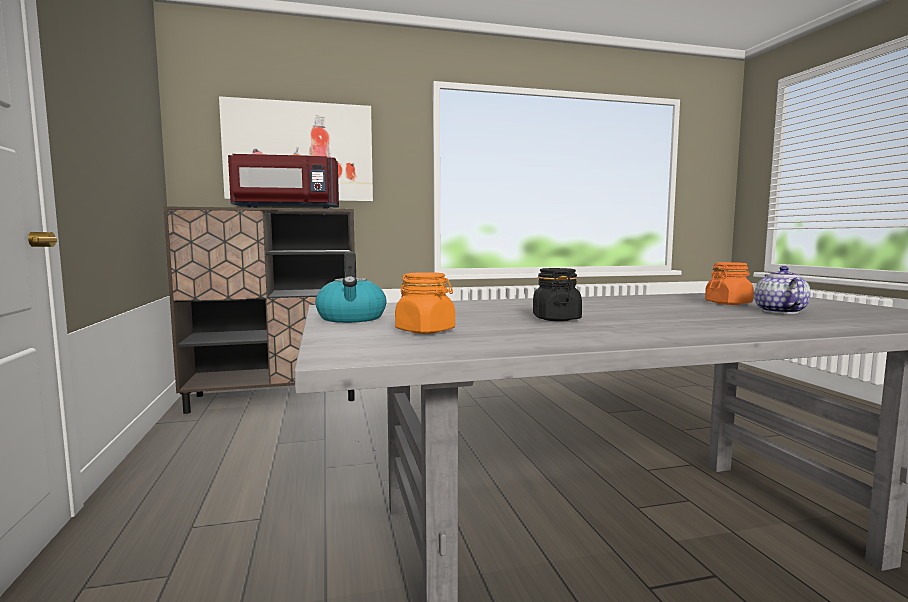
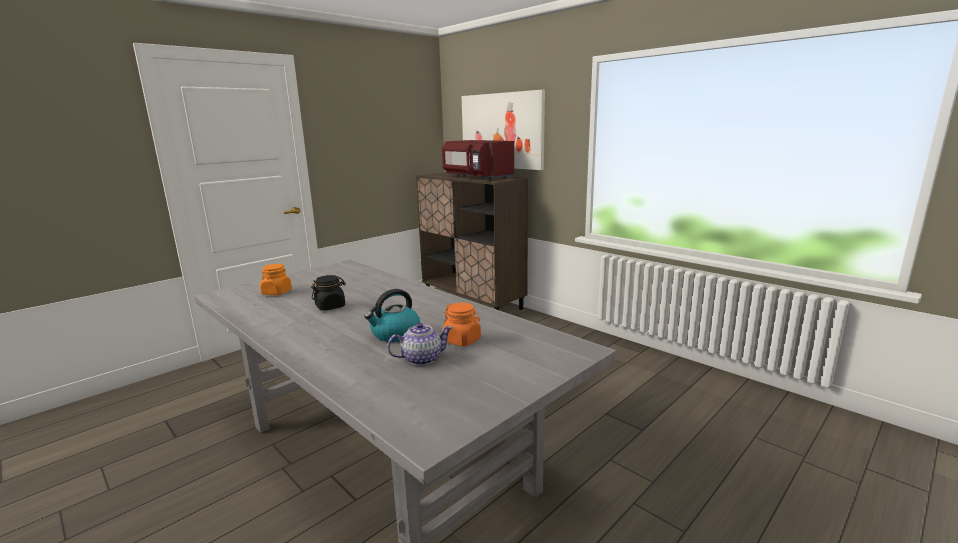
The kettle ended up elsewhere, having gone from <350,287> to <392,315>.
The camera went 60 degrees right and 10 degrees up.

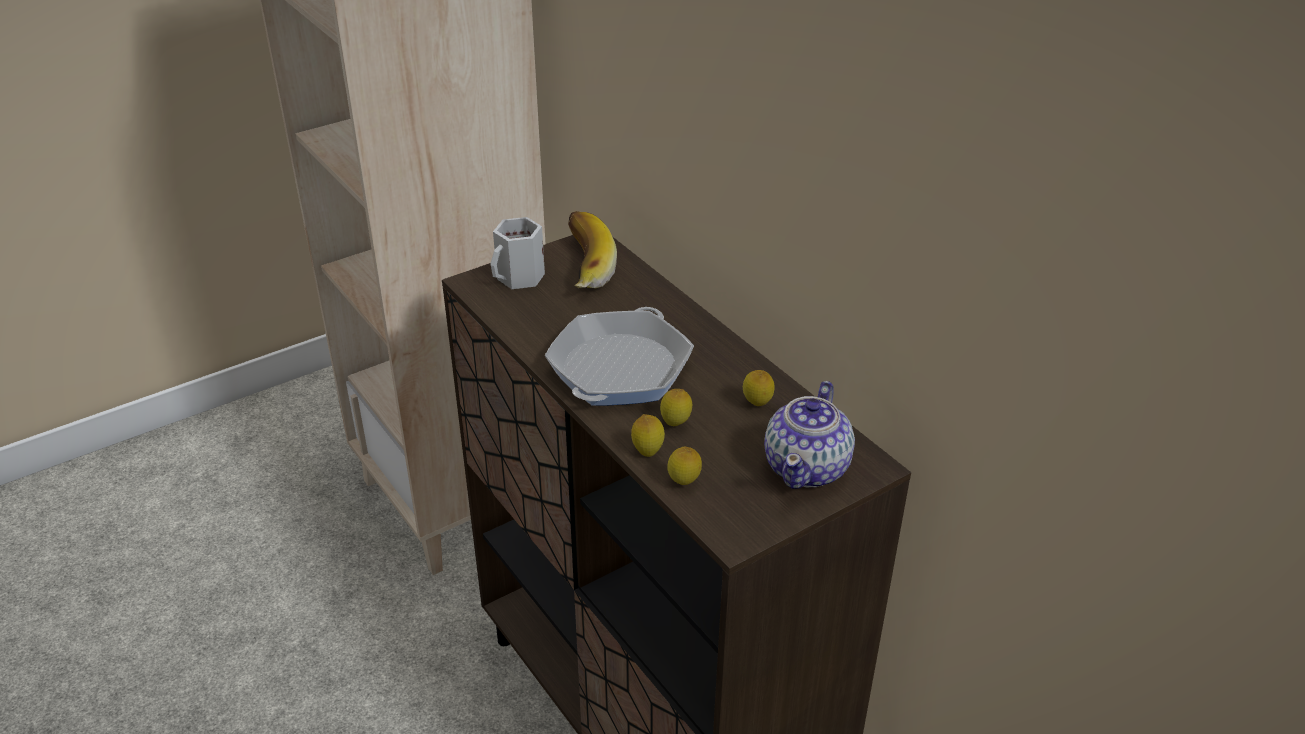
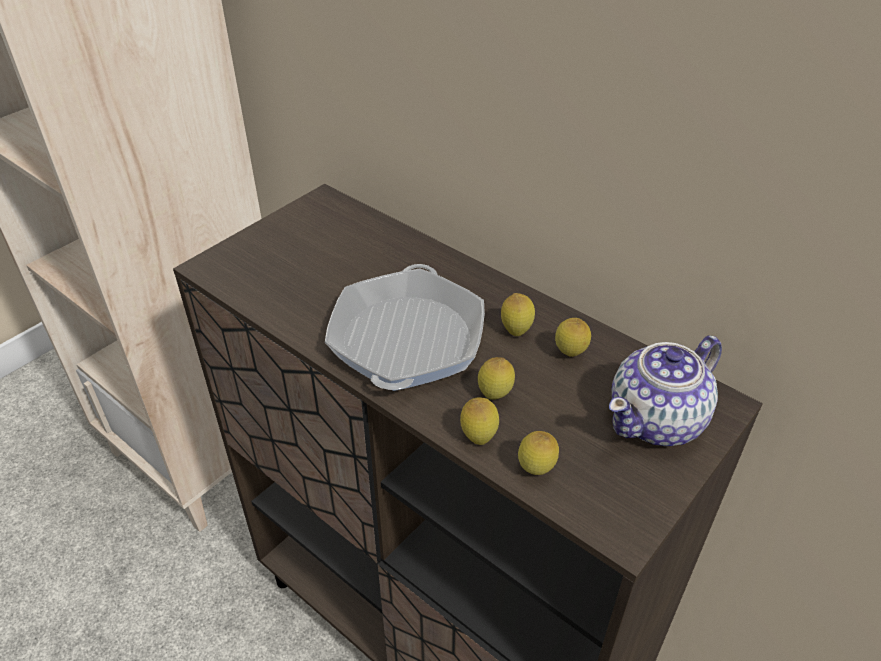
The second view lost the whitish coffee mug at <517,253>.
The second view lost the banana at <592,250>.
The second view gained the lemon at <518,314>.
The pot for tea at <809,435> ended up facing another way, 45 degrees clockwise from before.
The camera went 15 degrees left and 5 degrees up.

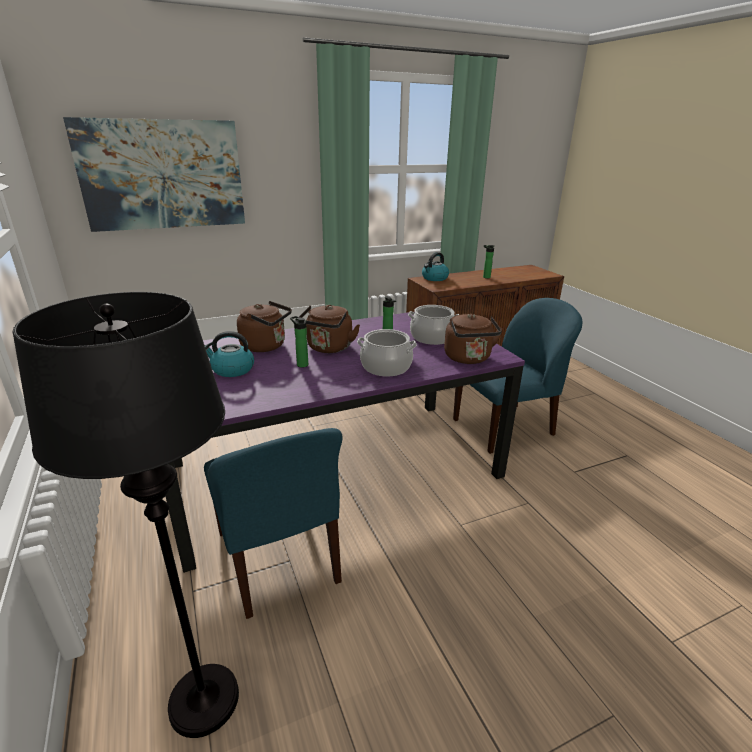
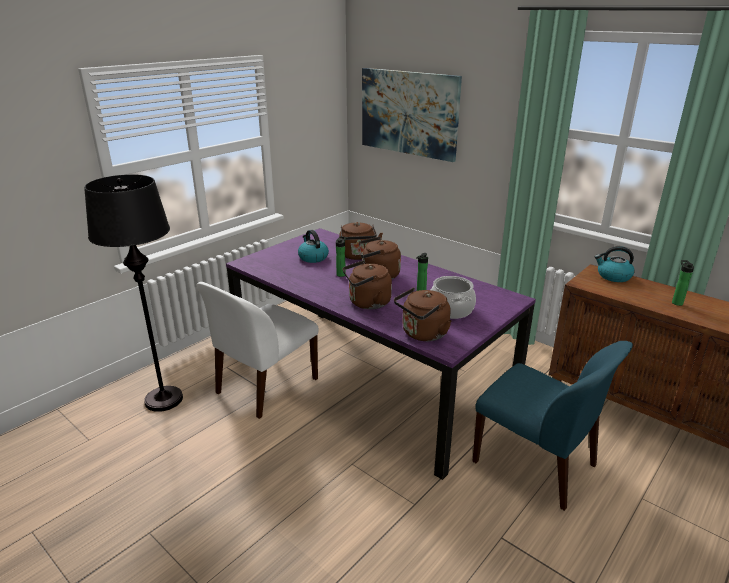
Where the stockpot stood at <387,352>, the brownish kettle came to stand at <367,284>.
What was the blue-coloured plain chair at <273,523> turned into the whitish plain chair at <258,350>.
The camera went 65 degrees right and 0 degrees up.

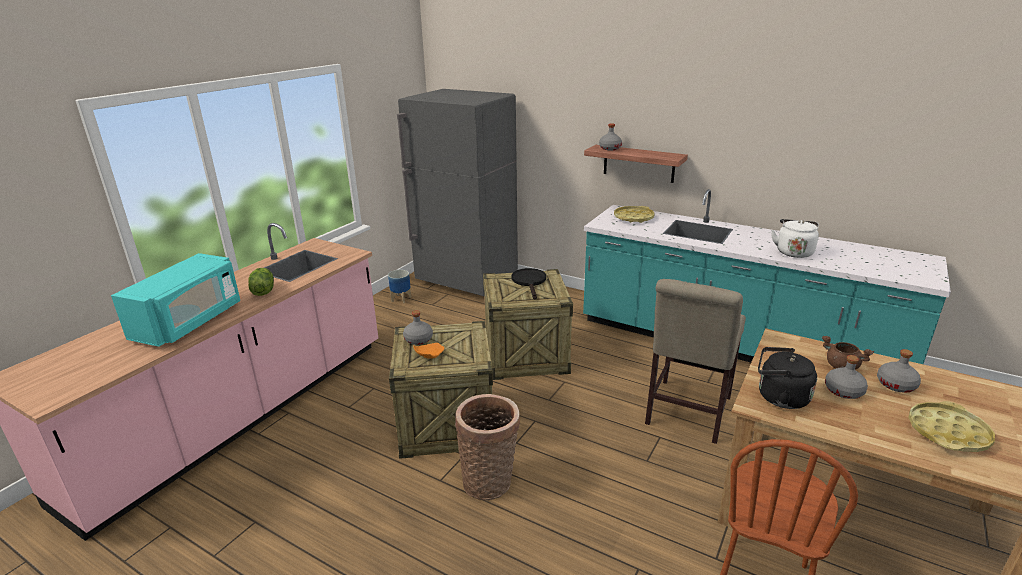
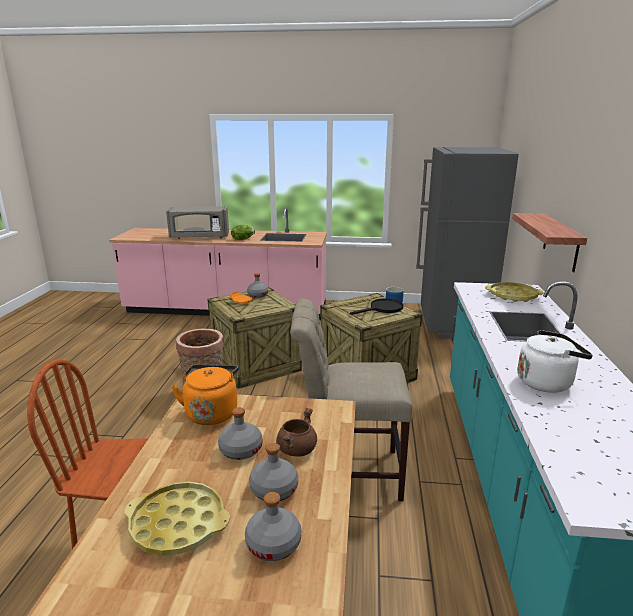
The gray beverage bottle ended up elsewhere, having gone from <610,136> to <273,526>.
What was the blue-green microwave at <175,300> turned into the gray microwave at <197,222>.
What was the blackish kettle at <787,378> turned into the orange-coloured kettle at <205,395>.
The camera went 65 degrees right and 5 degrees down.

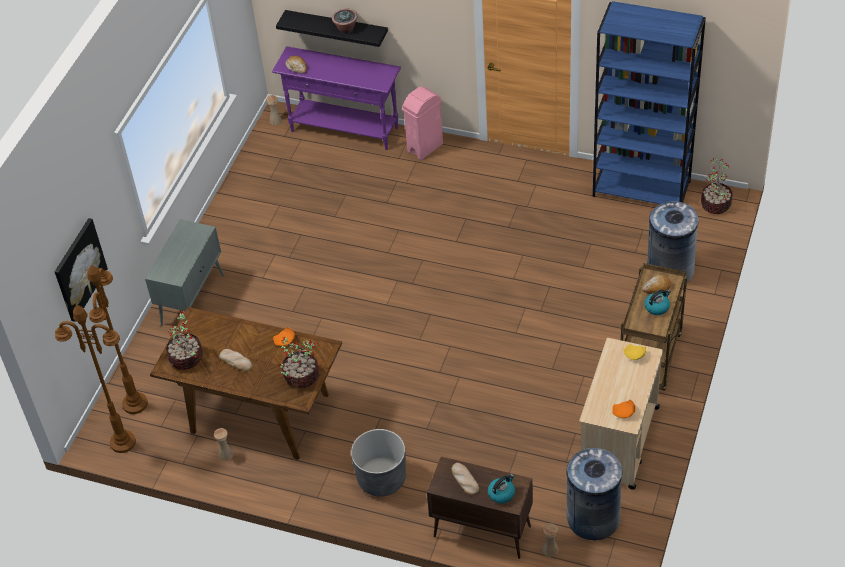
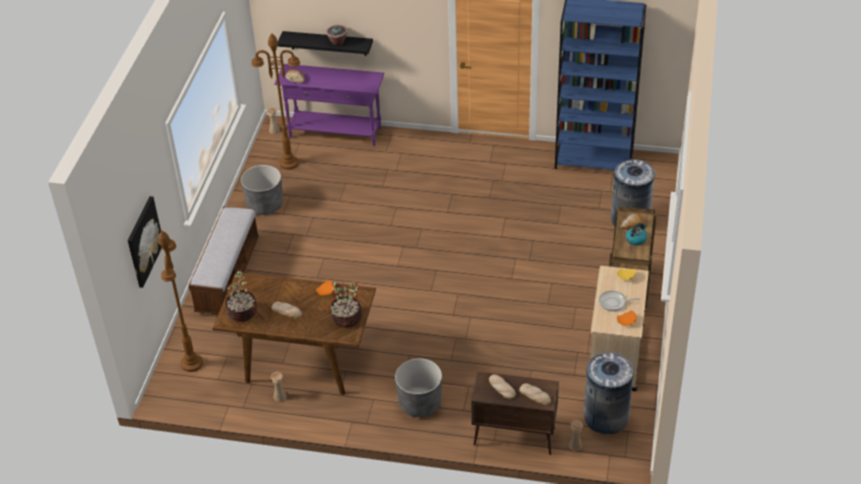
The second view lost the pink-coloured waste bin at <422,123>.
The second view lost the potted plant at <717,186>.
The second view gained the gray planter at <262,190>.
The second view gained the frying pan at <619,301>.
The brownish standard lamp ended up elsewhere, having gone from <95,379> to <275,101>.
Where the gray storage cabinet stood at <184,272>, the long seat came to stand at <223,260>.
Where the kettle stood at <501,488>, the baked bread came to stand at <535,394>.
The camera went 10 degrees left and 5 degrees down.

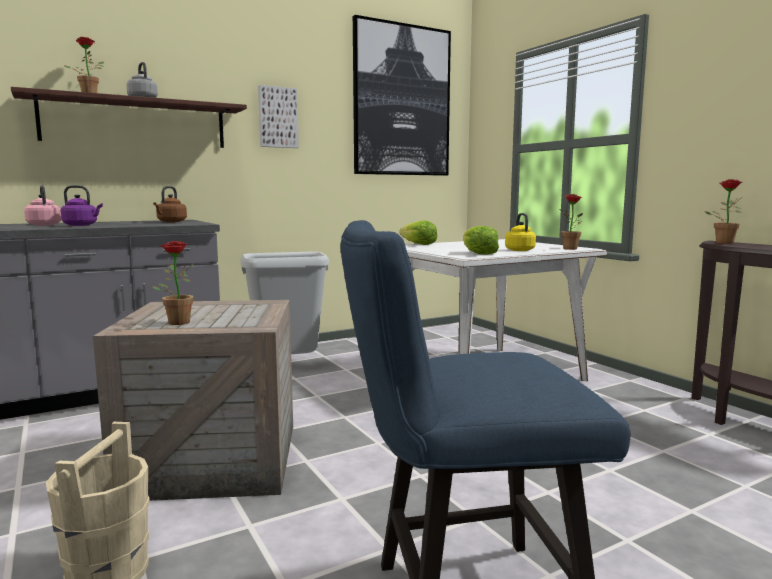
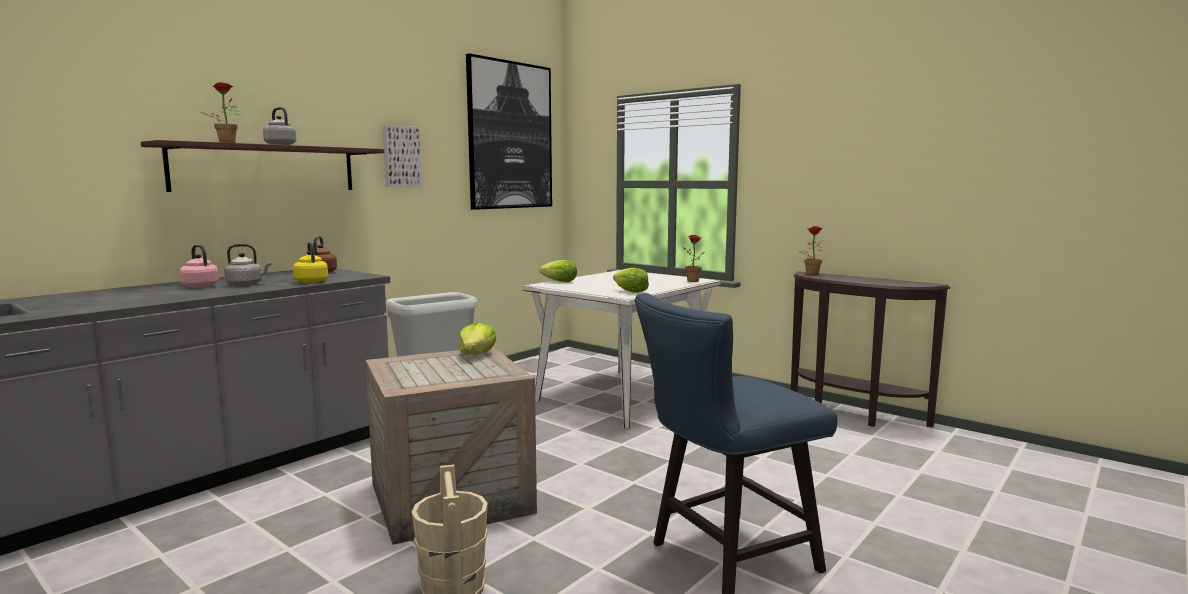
The second view lost the potted plant at <173,283>.
The second view gained the lettuce at <477,339>.
The yellow-coloured kettle ended up elsewhere, having gone from <520,232> to <310,262>.
What was the purple-coloured kettle at <82,205> turned into the gray kettle at <247,265>.
The camera went 20 degrees left and 0 degrees up.

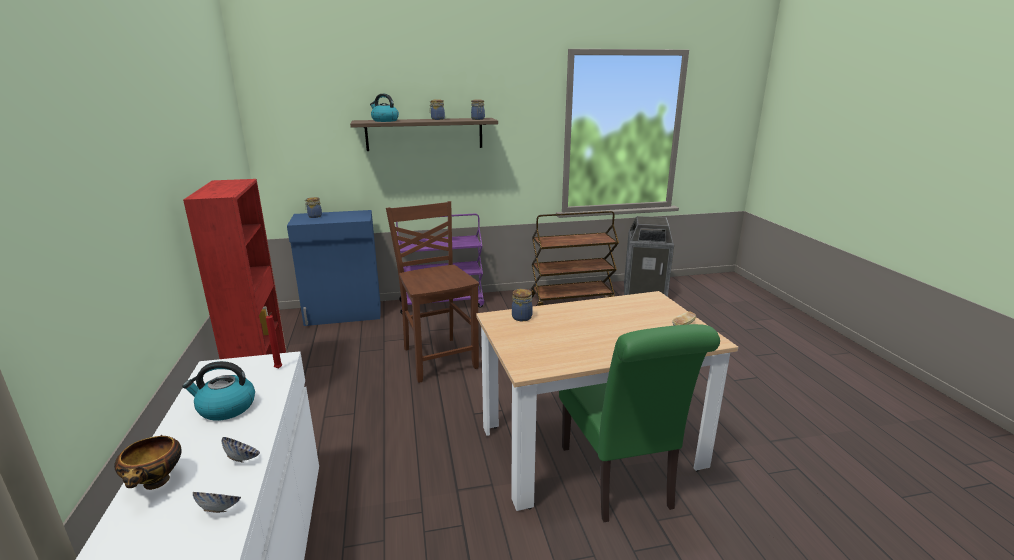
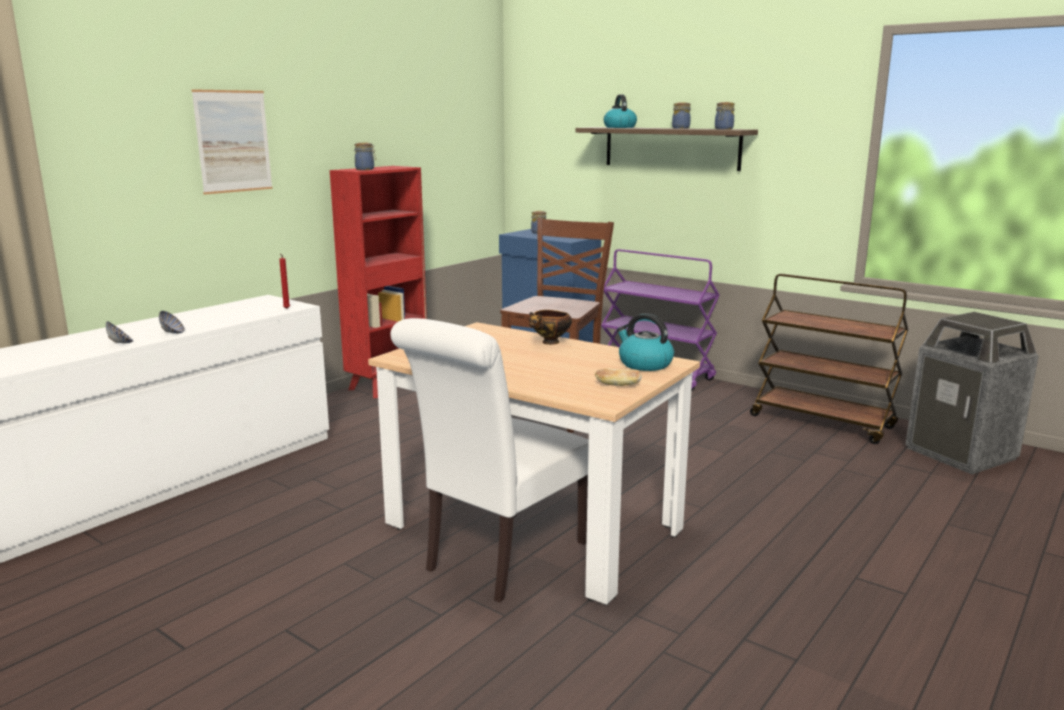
The second view gained the wall picture at <232,142>.
The serving bowl ended up elsewhere, having gone from <148,462> to <550,327>.
The kettle ended up elsewhere, having gone from <218,391> to <645,342>.
The storage jar ended up elsewhere, having gone from <522,305> to <365,156>.
What was the greenish plain chair at <639,423> turned into the whitish plain chair at <489,460>.
The camera went 50 degrees right and 5 degrees down.

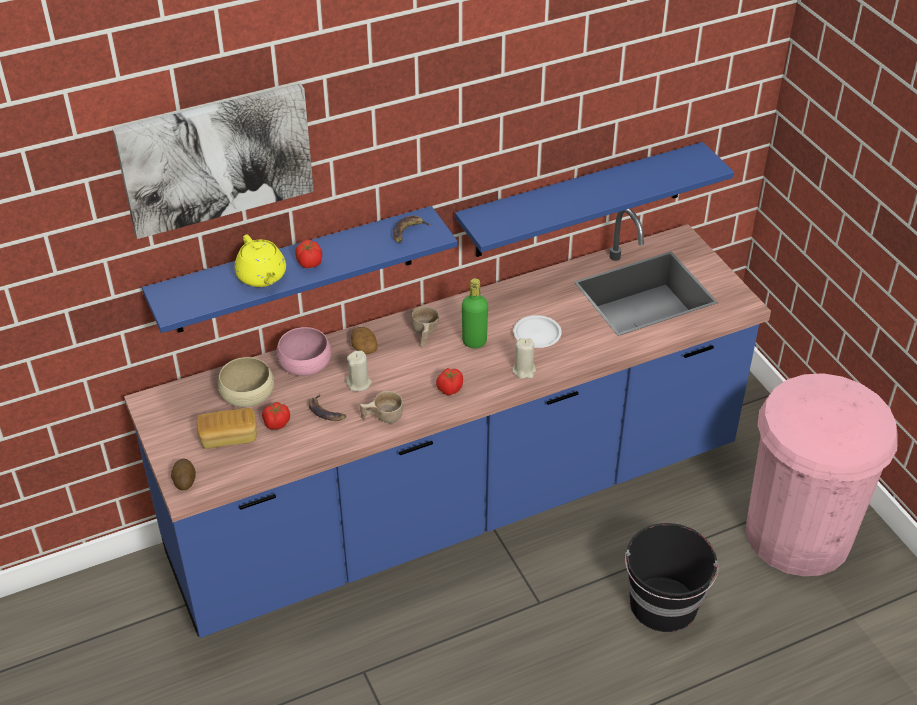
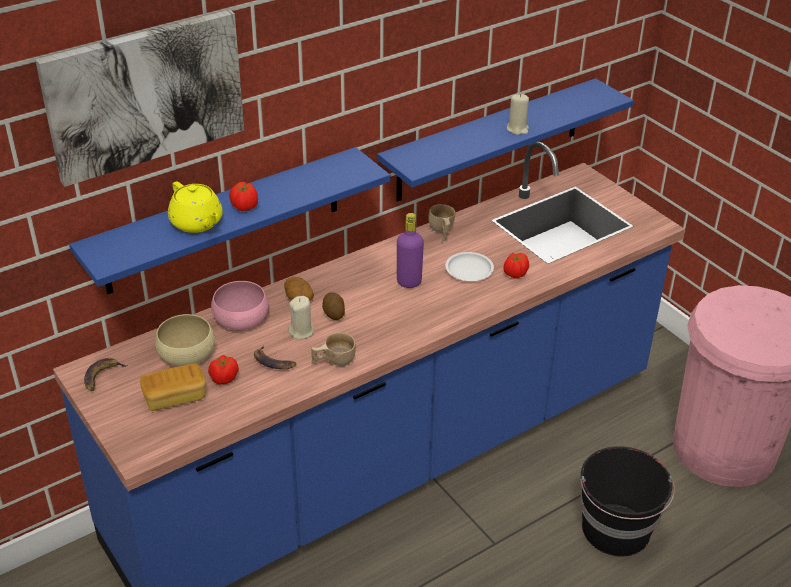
The potato ended up elsewhere, having gone from <183,474> to <333,306>.
The banana ended up elsewhere, having gone from <412,229> to <106,374>.
The beige-coloured drinking cup ended up elsewhere, having gone from <425,326> to <441,222>.
The whole tomato ended up elsewhere, having gone from <449,381> to <516,266>.
The beige-coloured wax light ended up elsewhere, having gone from <524,358> to <518,114>.
What was the greenish beverage bottle at <475,313> turned into the purple-coloured beverage bottle at <410,250>.
The camera went 10 degrees left and 5 degrees down.

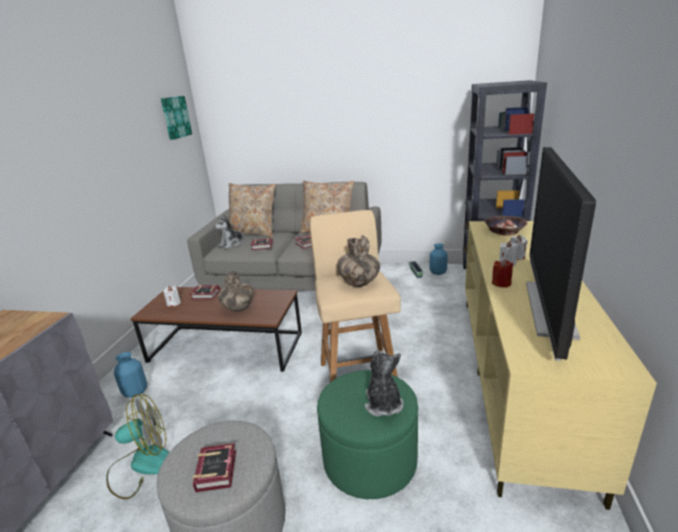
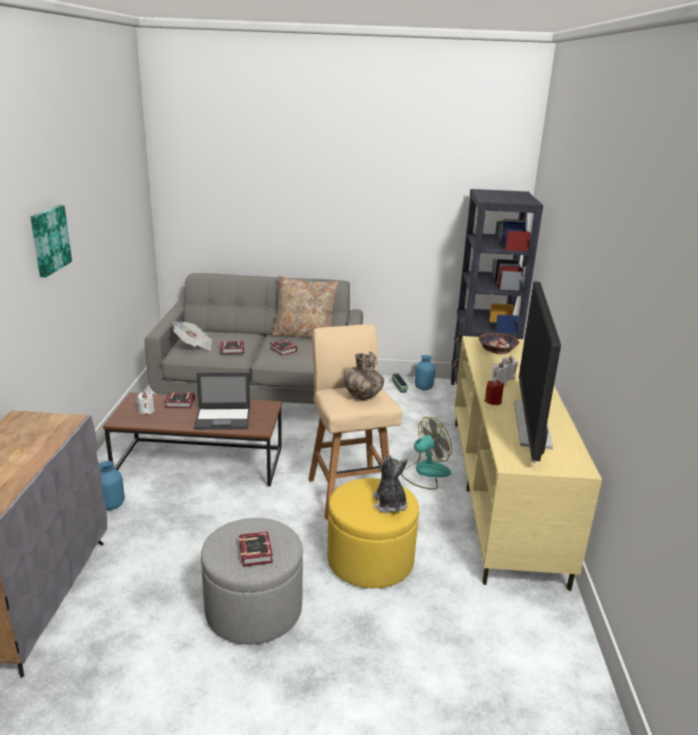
The second view lost the beige-coloured throw pillow at <252,210>.
The electric fan ended up elsewhere, having gone from <138,446> to <426,453>.
The wall picture ended up elsewhere, having gone from <176,118> to <51,241>.
Where the cuddly toy stood at <229,232>, the printed paper came to stand at <193,336>.
Where the flower vase stood at <236,291>, the portable computer came to stand at <222,401>.
What was the greenish footrest at <367,434> turned into the yellow-coloured footrest at <373,533>.
The camera went 10 degrees left and 0 degrees up.

